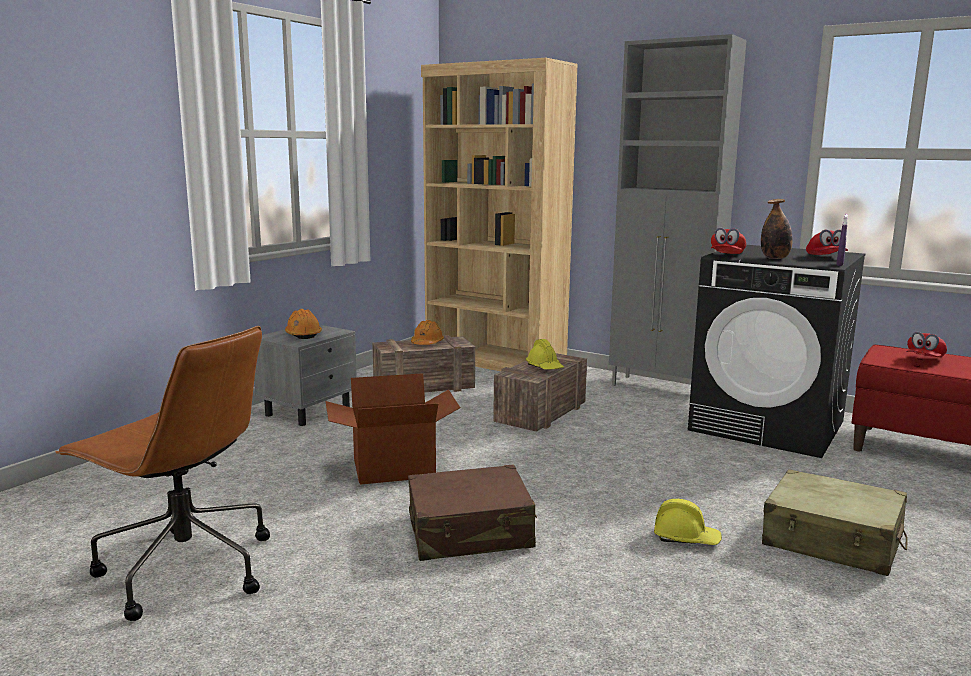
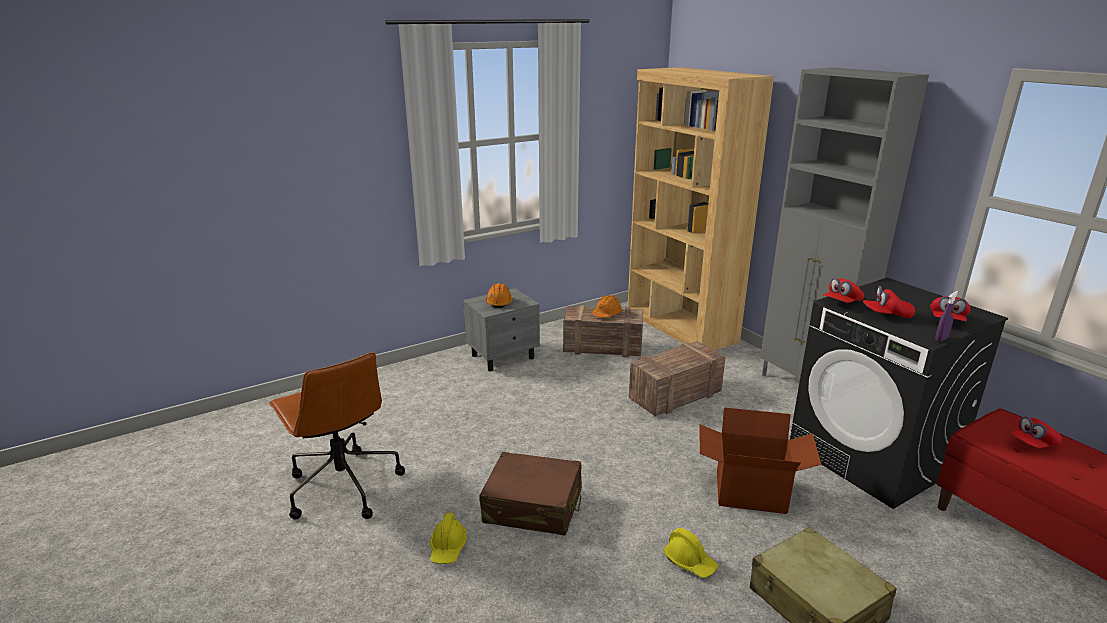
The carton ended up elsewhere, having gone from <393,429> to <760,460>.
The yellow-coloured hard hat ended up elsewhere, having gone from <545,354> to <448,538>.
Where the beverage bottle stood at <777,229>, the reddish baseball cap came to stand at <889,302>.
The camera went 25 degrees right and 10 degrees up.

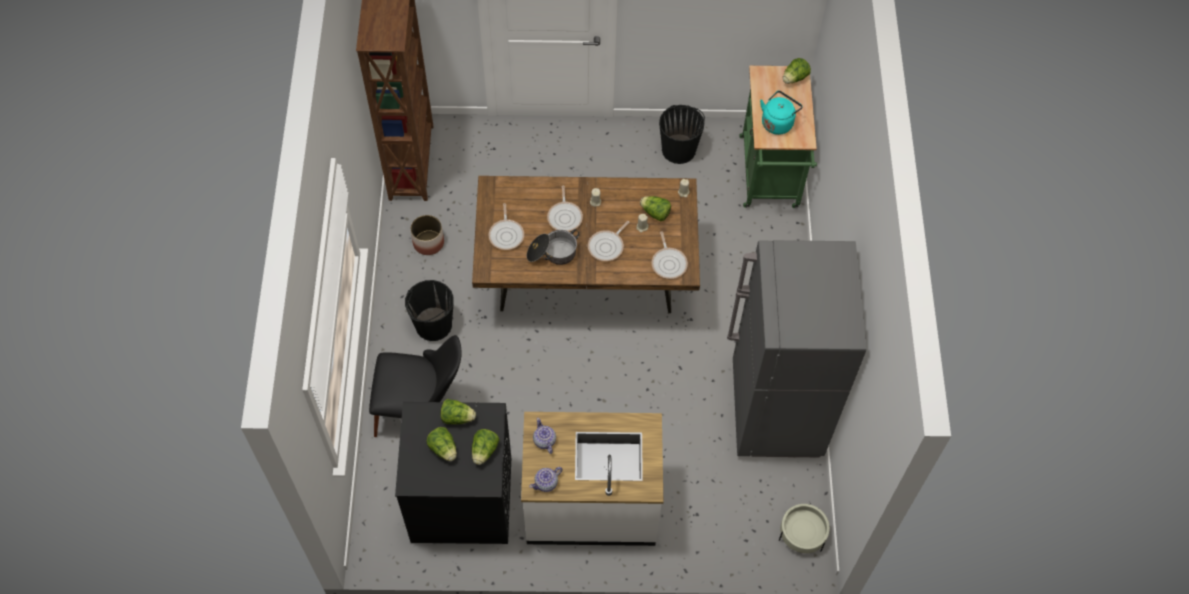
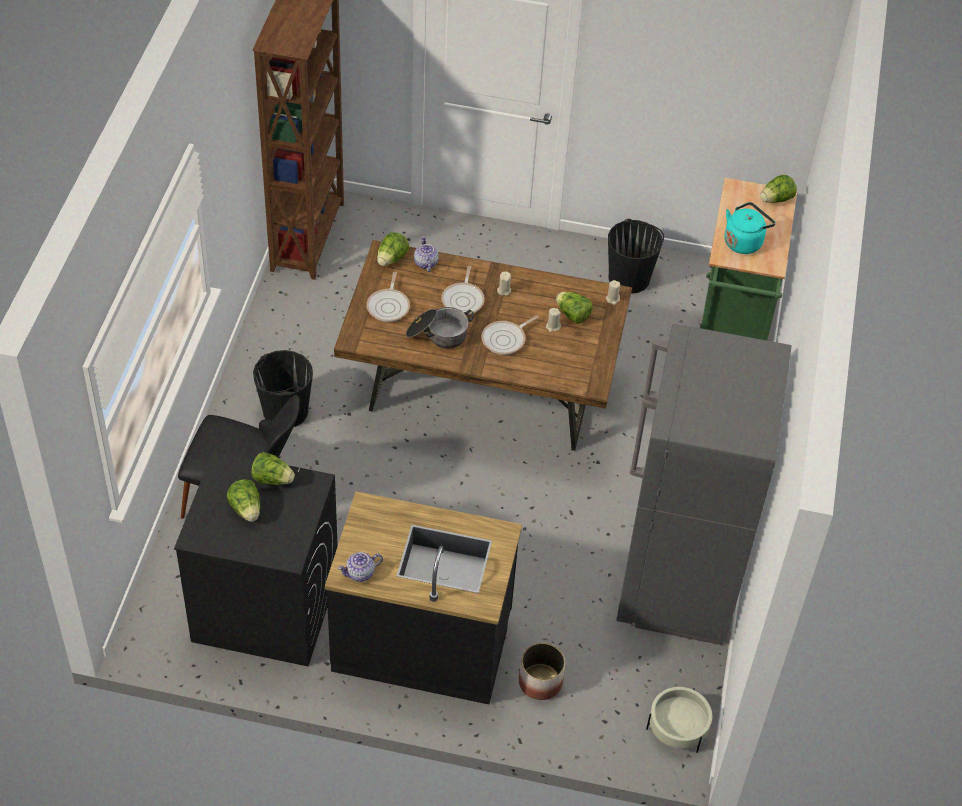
The second view lost the frying pan at <670,255>.
The planter ended up elsewhere, having gone from <427,235> to <542,671>.
The lettuce ended up elsewhere, having gone from <485,447> to <393,249>.
The pot for tea ended up elsewhere, having gone from <544,436> to <426,254>.
What was the whitish kitchen base unit at <592,479> turned into the blackish kitchen base unit at <423,597>.
The camera went 10 degrees right and 10 degrees down.

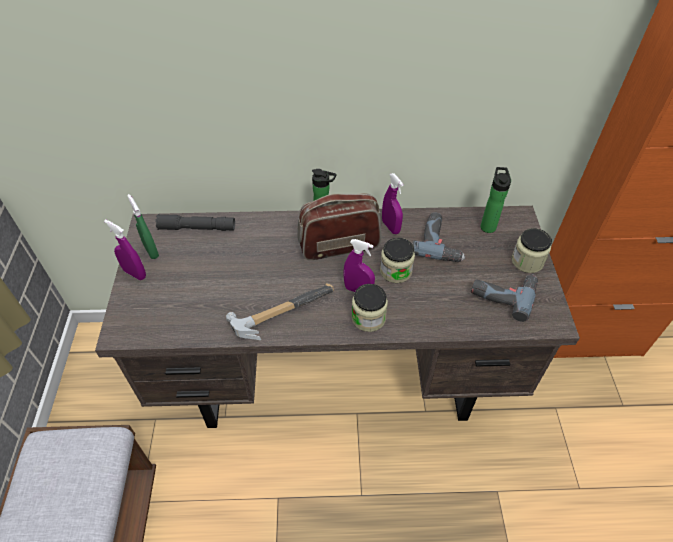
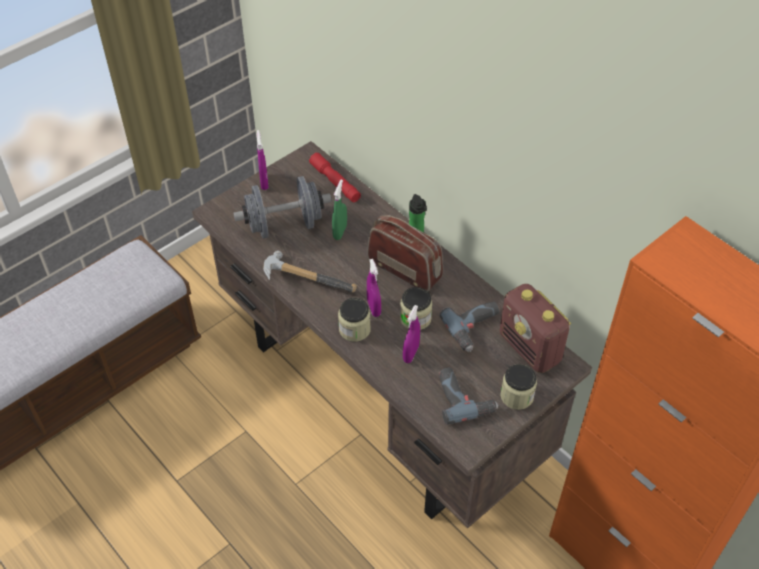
The second view gained the gray hand weight at <282,207>.
The greenish hand sprayer ended up elsewhere, having gone from <143,226> to <339,210>.
The purple-coloured hand sprayer ended up elsewhere, having gone from <393,203> to <411,334>.
Where the beverage bottle stood at <495,200>, the radio receiver came to stand at <535,328>.
What was the gray torch at <195,222> turned into the reddish torch at <335,177>.
The camera went 50 degrees right and 0 degrees up.

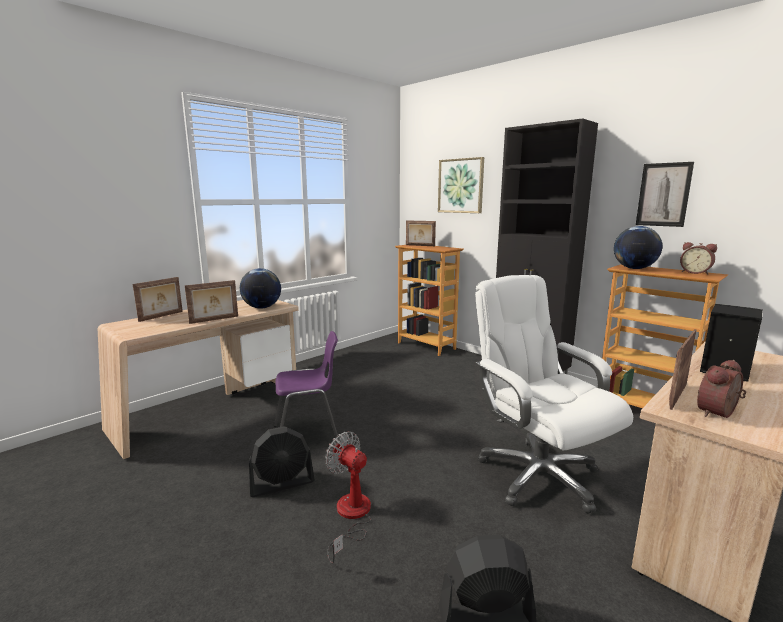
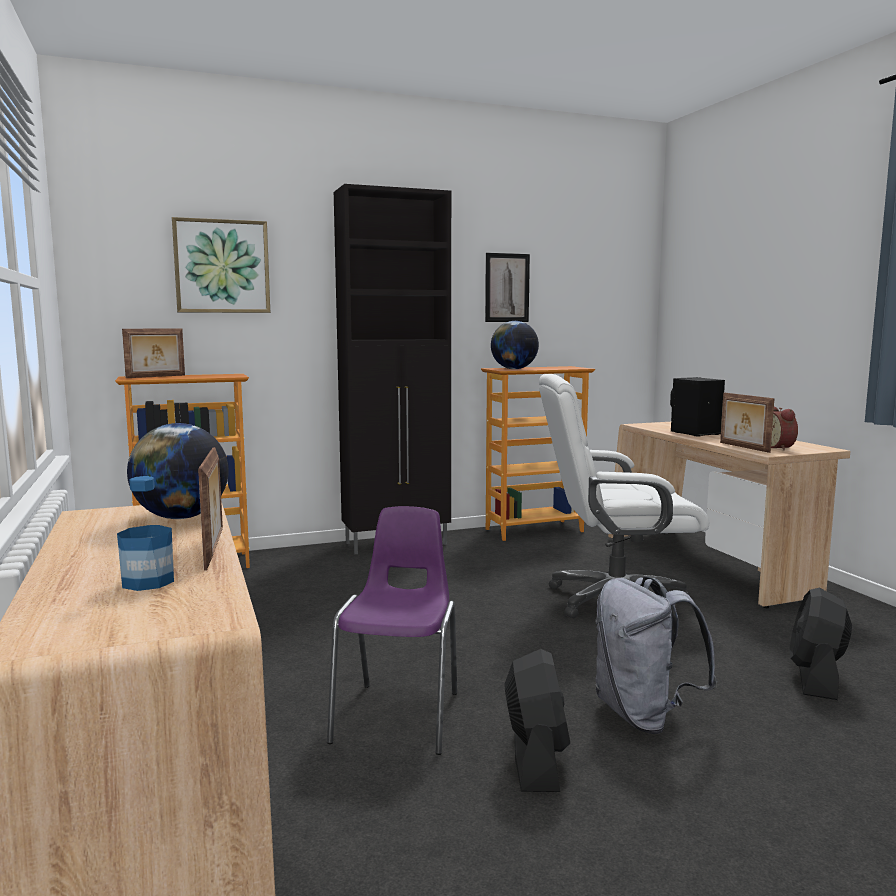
The second view lost the photo frame at <158,299>.
The second view lost the bedside clock at <698,258>.
The second view gained the beverage bottle at <145,533>.
Where the electric fan stood at <348,497>, the gray backpack came to stand at <656,655>.
The camera went 65 degrees left and 5 degrees down.

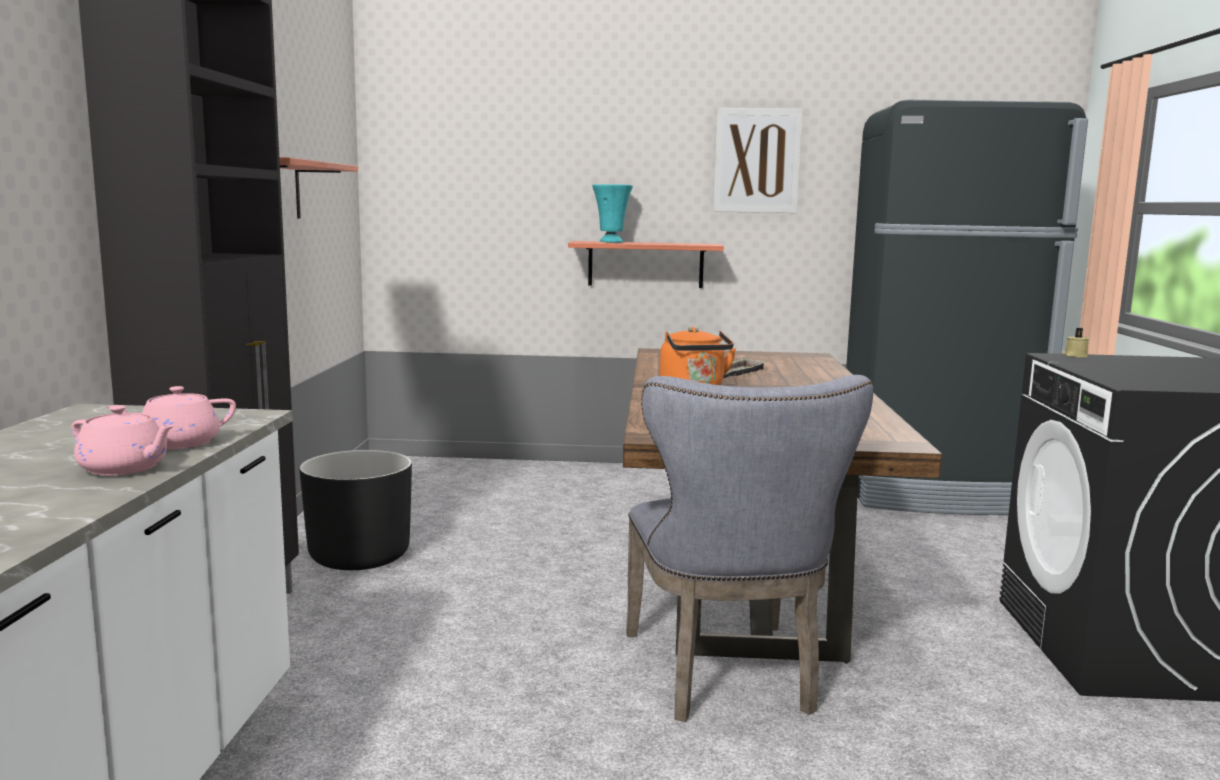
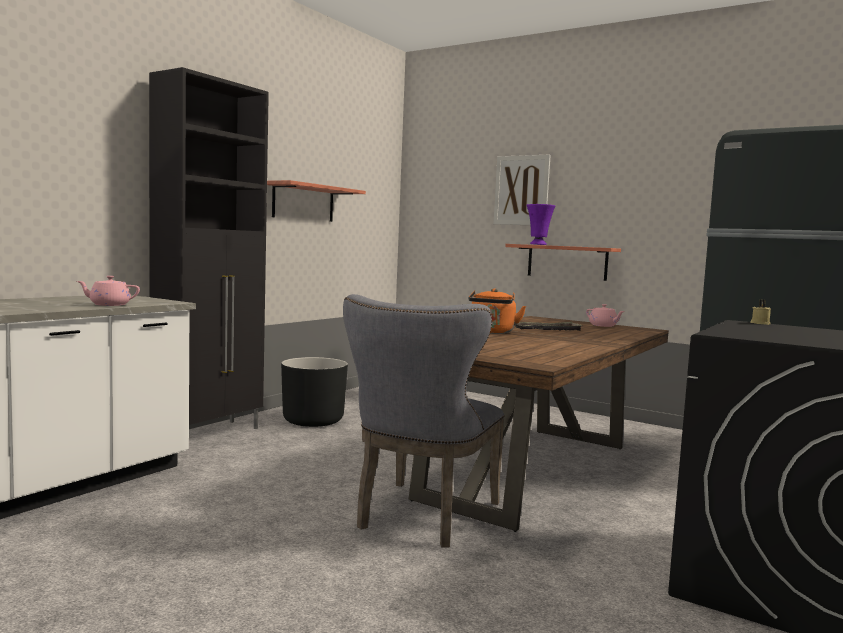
The pink-coloured pot for tea ended up elsewhere, having gone from <122,440> to <605,315>.
The wall picture ended up elsewhere, having gone from <757,160> to <522,189>.
What was the blue-green flower vase at <612,213> turned into the purple-coloured flower vase at <541,224>.
The camera went 30 degrees right and 5 degrees down.

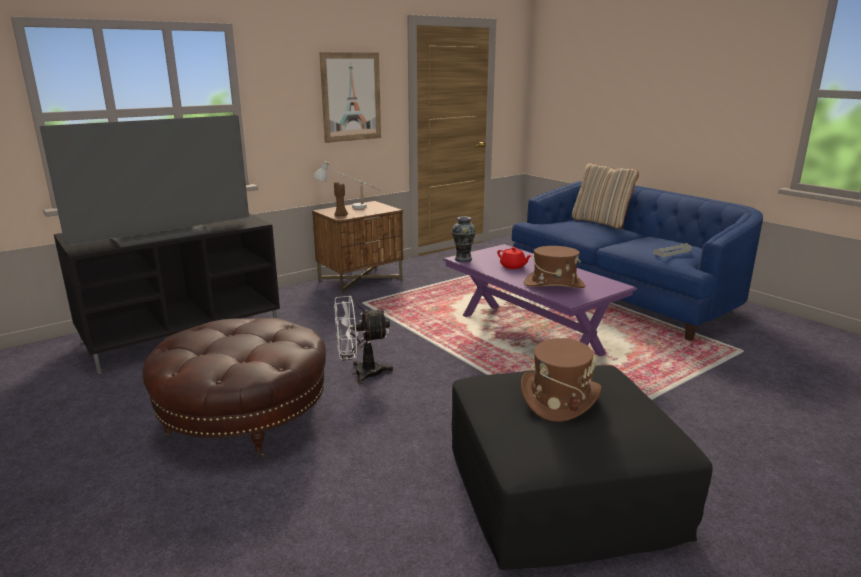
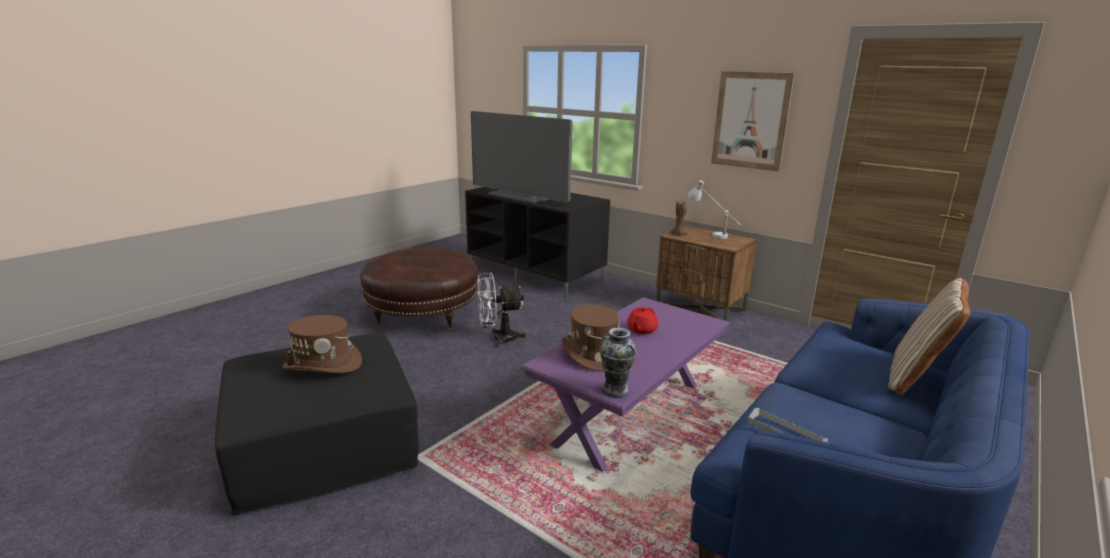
The flower vase ended up elsewhere, having gone from <463,239> to <618,363>.
The whitish electric fan at <363,340> ended up facing another way, 75 degrees counterclockwise from before.
The camera went 75 degrees right and 0 degrees up.

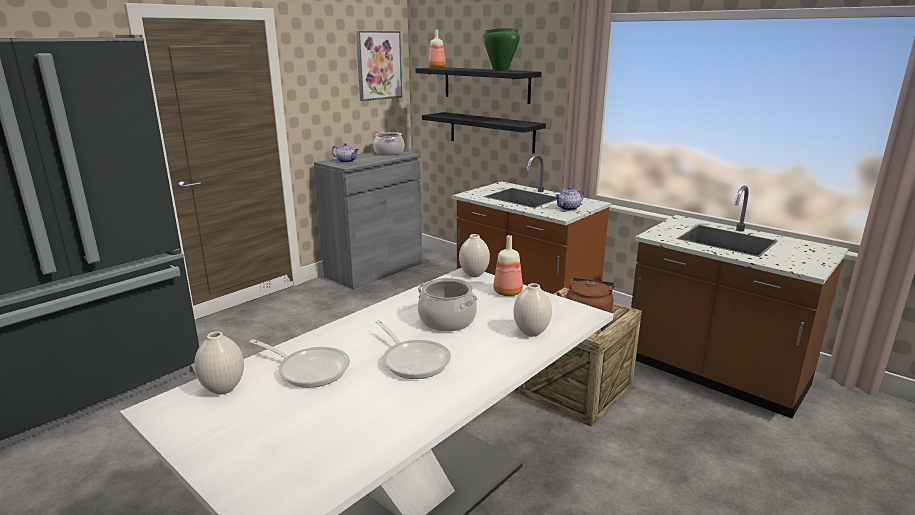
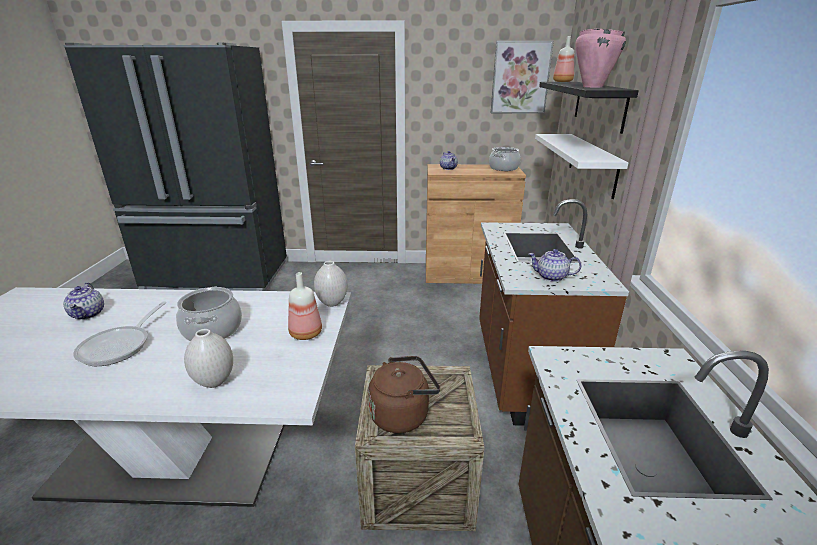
The second view lost the whitish flower vase at <219,362>.
Where the frying pan stood at <300,363>, the pot for tea came to stand at <83,301>.
What was the gray storage cabinet at <368,220> turned into the brownish storage cabinet at <476,224>.
What was the blackish wall shelf at <484,132> turned into the whitish wall shelf at <582,166>.
What was the greenish stockpot at <501,49> turned into the pink-coloured stockpot at <600,58>.
The camera went 50 degrees right and 5 degrees up.

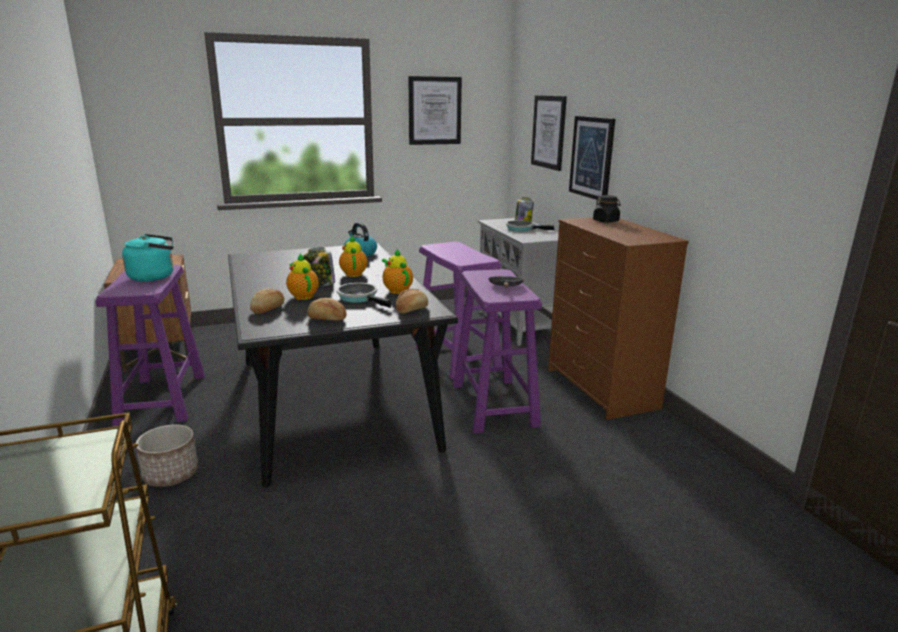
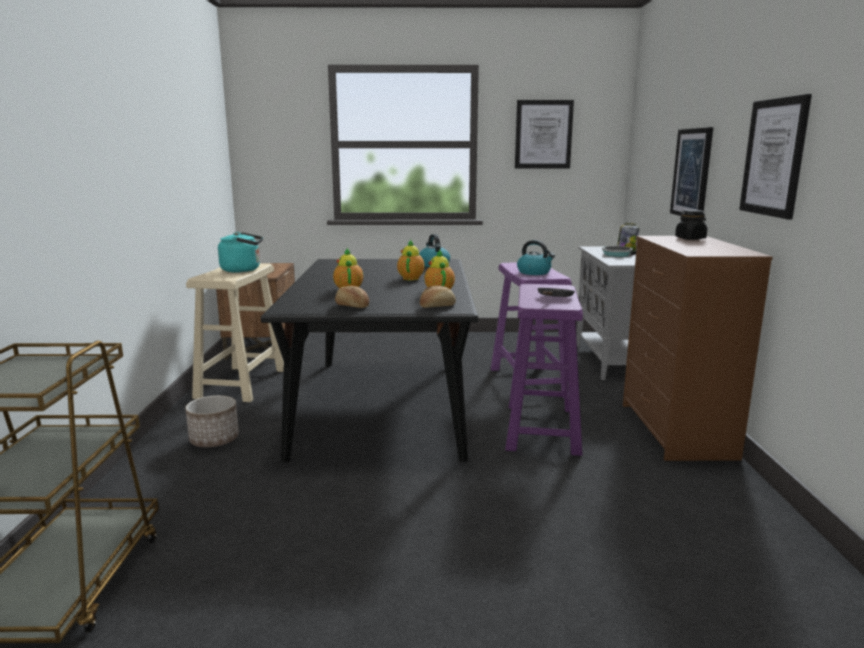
The second view lost the baked bread at <267,301>.
The second view lost the storage jar at <319,267>.
The second view lost the frying pan at <364,295>.
The second view gained the kettle at <536,257>.
The wall picture ended up elsewhere, having gone from <549,133> to <775,156>.
What was the purple-coloured stool at <150,346> turned into the beige-coloured stool at <235,332>.
The camera went 20 degrees right and 5 degrees down.

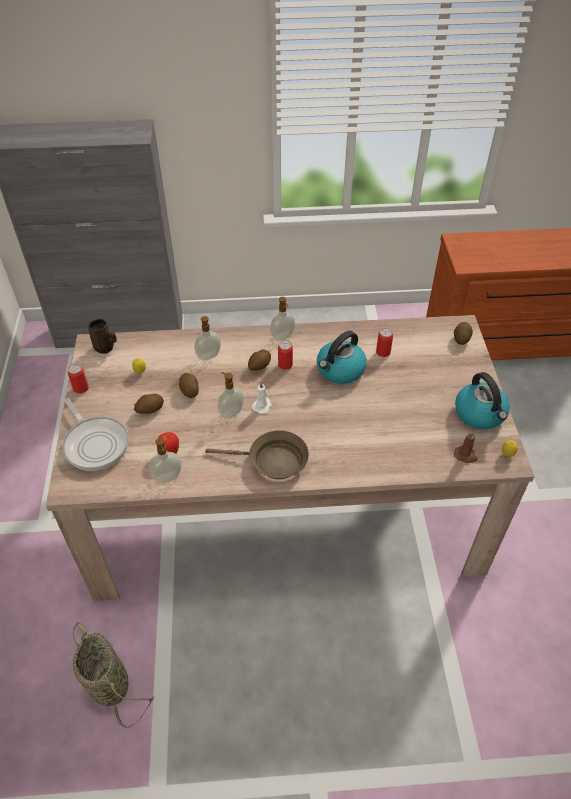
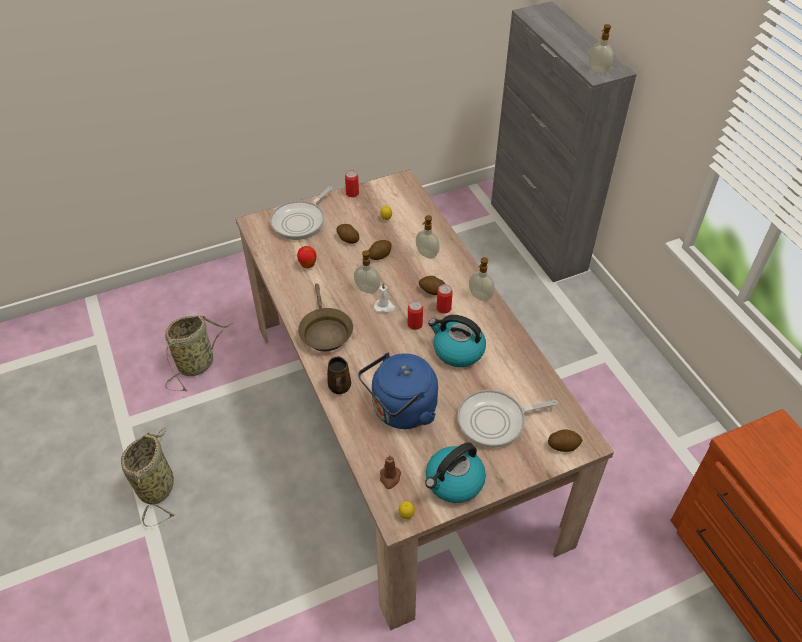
The second view gained the household basket at <148,477>.
The second view gained the blue-coloured kettle at <398,391>.
The second view gained the frying pan at <507,419>.
The brownish coffee mug ended up elsewhere, having gone from <102,336> to <339,375>.
The liquid soap bottle ended up elsewhere, having gone from <165,460> to <601,48>.
The can ended up elsewhere, having gone from <384,342> to <415,315>.
The camera went 70 degrees right and 0 degrees up.

